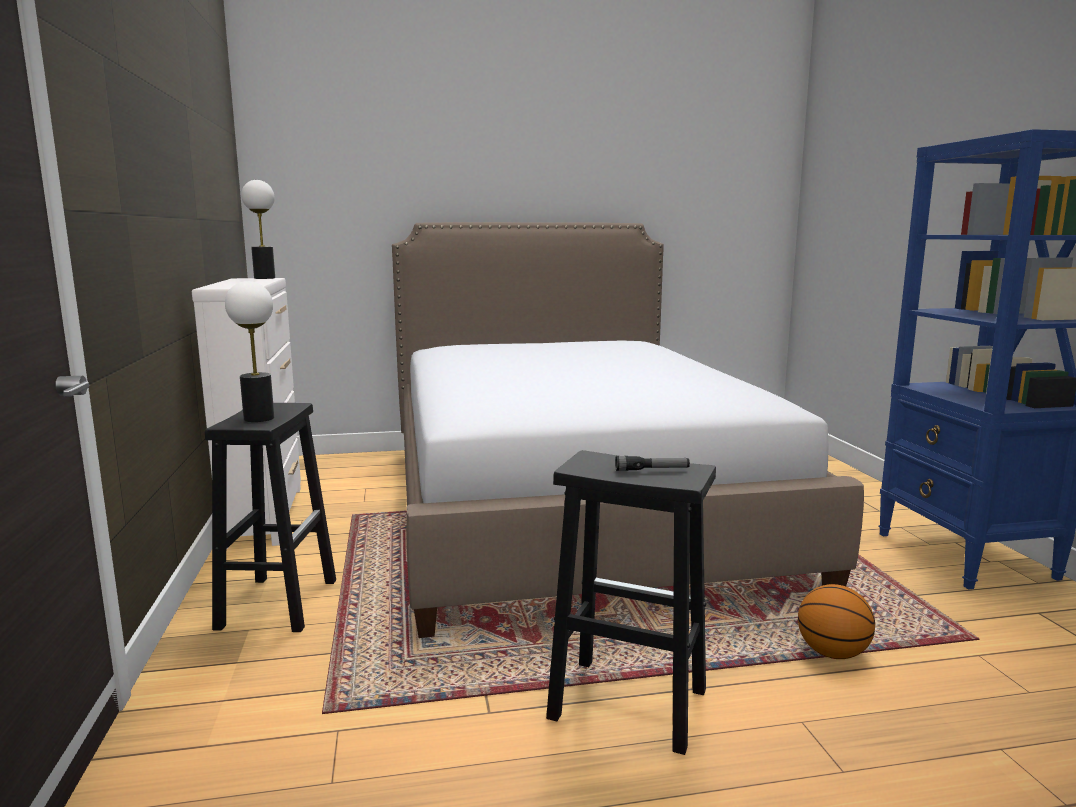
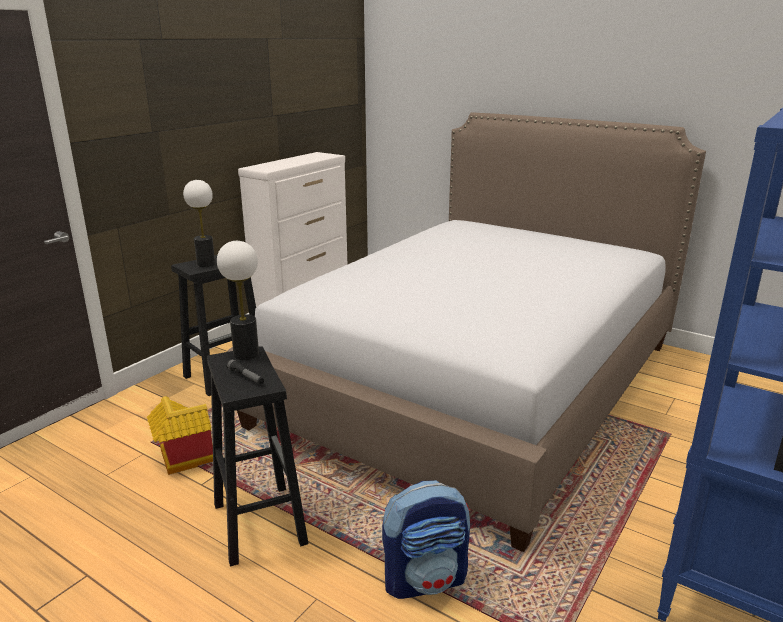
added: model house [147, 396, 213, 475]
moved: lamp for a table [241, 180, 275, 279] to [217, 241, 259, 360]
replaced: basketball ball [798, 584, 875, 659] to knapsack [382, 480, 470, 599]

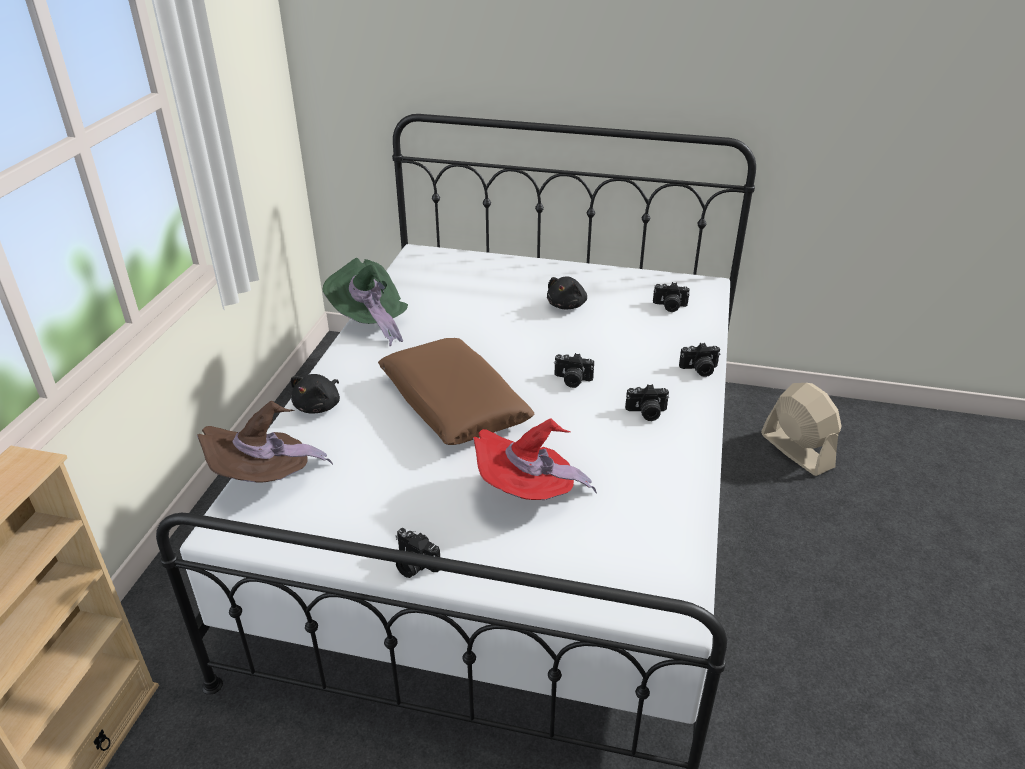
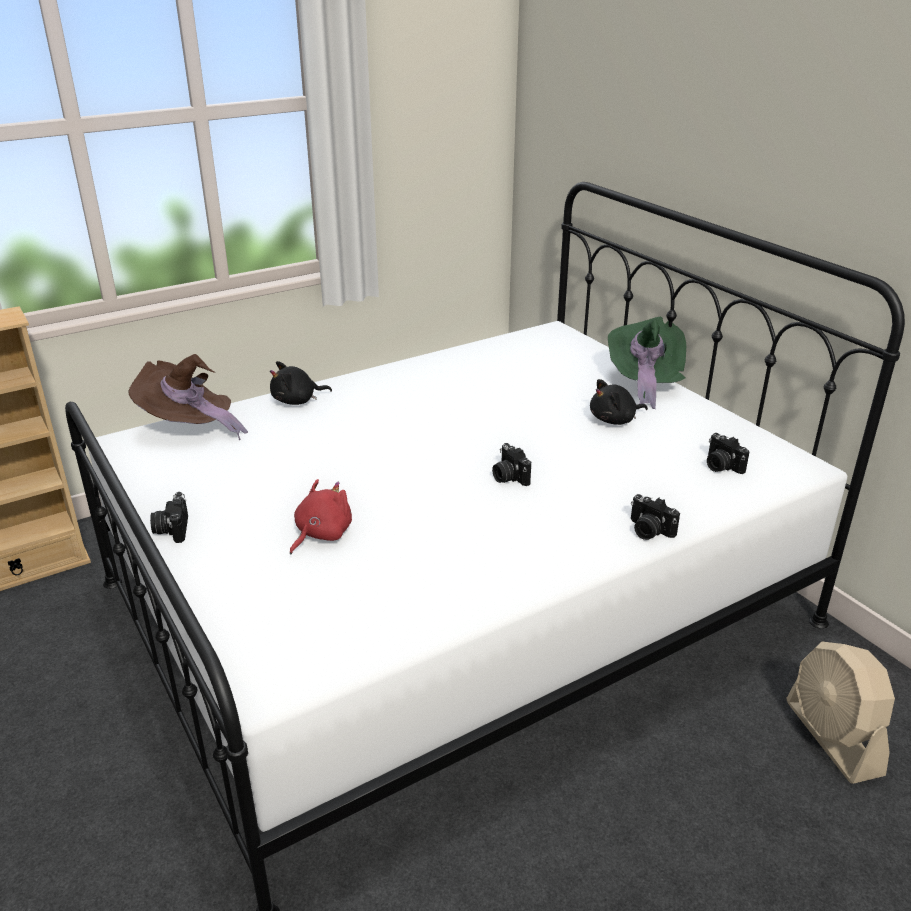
removed: throw pillow (brownish) [378, 338, 534, 445]; photo camera [625, 384, 669, 421]
moved: clothing hat (green) [323, 258, 408, 346] to [608, 317, 686, 409]
replaced: clothing hat (red) [473, 419, 597, 500] to plush toy (red) [290, 479, 352, 554]
turned: cooling fan (sand-coloured) [761, 383, 842, 476] = [786, 642, 895, 784] 150 degrees clockwise

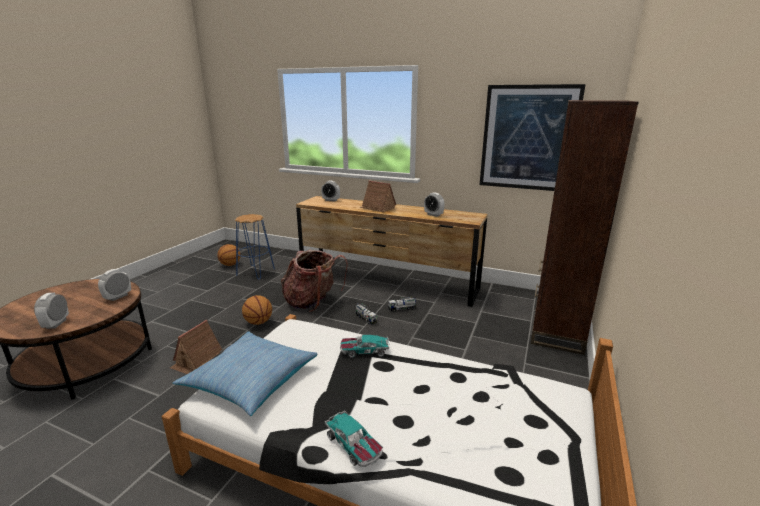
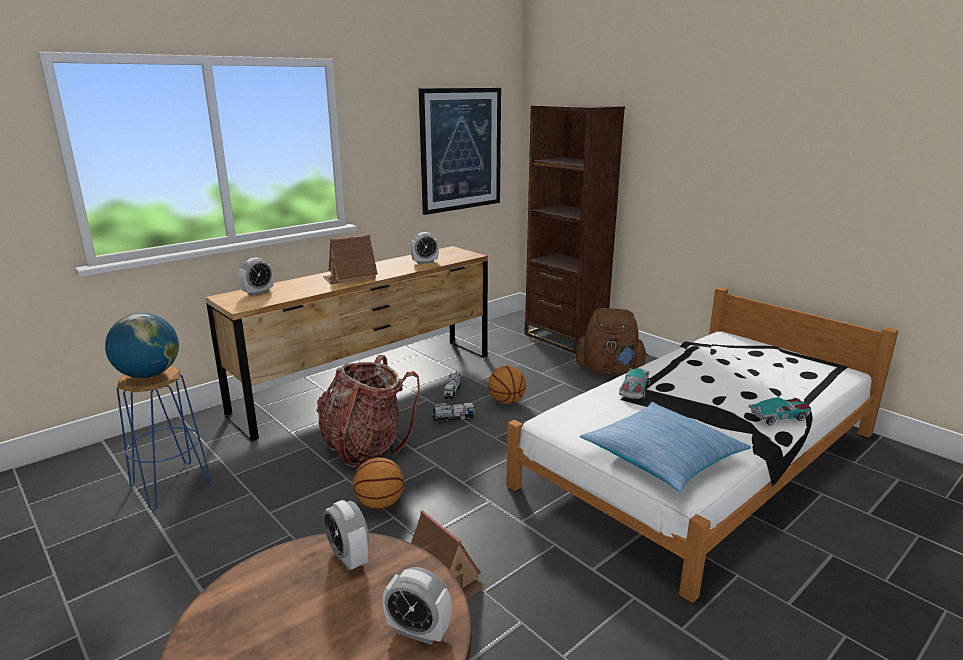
added: knapsack (brownish) [576, 308, 648, 375]; globe [105, 313, 179, 378]
moved: basketball ball [217, 244, 241, 266] to [488, 366, 526, 404]

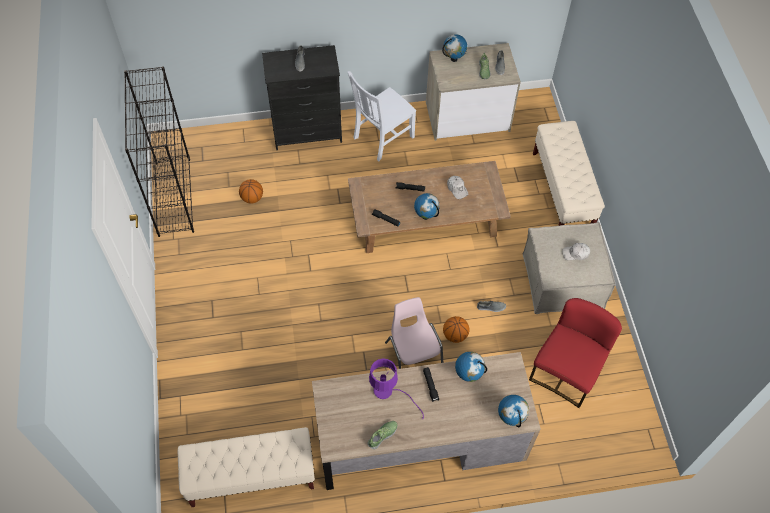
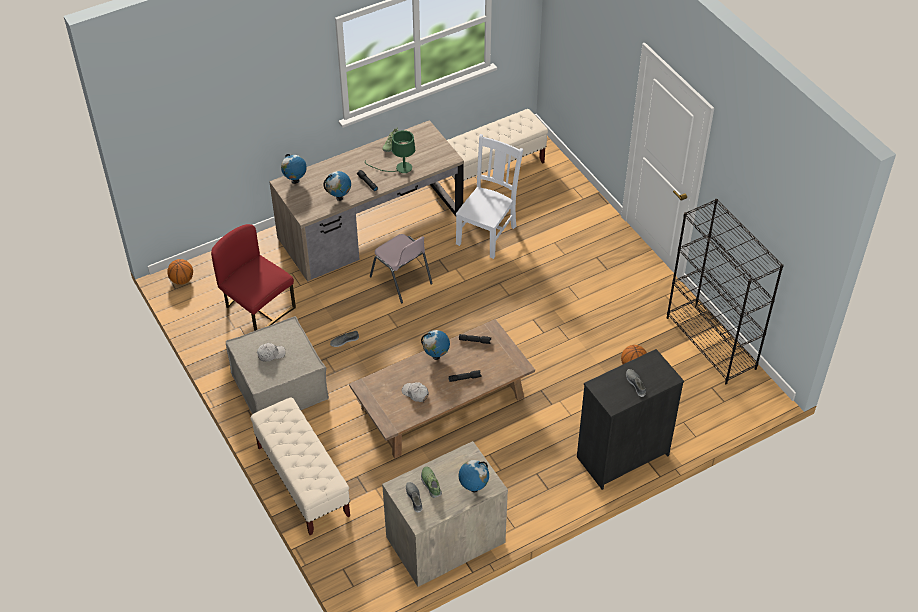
moved: chair (white-coloured) [348, 71, 416, 161] to [456, 134, 523, 259]; basketball ball [443, 316, 469, 343] to [167, 259, 193, 285]
recoloured: lamp for a table (purplish) [369, 359, 424, 420] to lamp for a table (green) [365, 130, 415, 173]
turned: chair (red) [529, 298, 622, 408] = [211, 224, 296, 331] 120 degrees clockwise

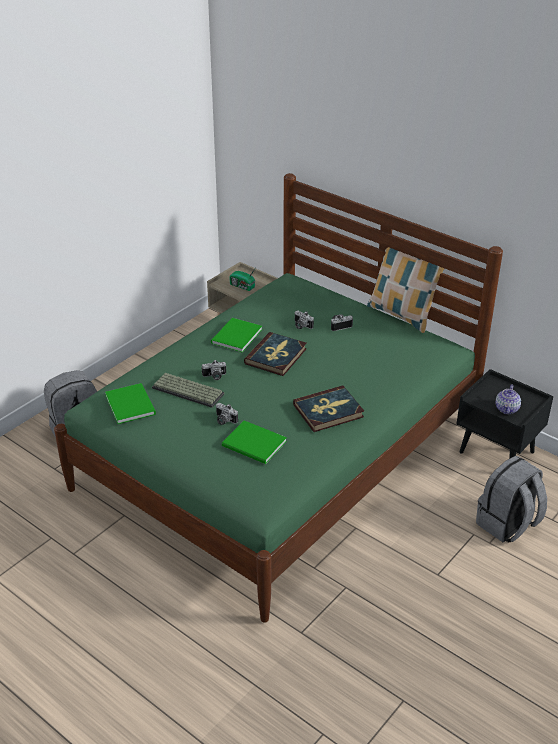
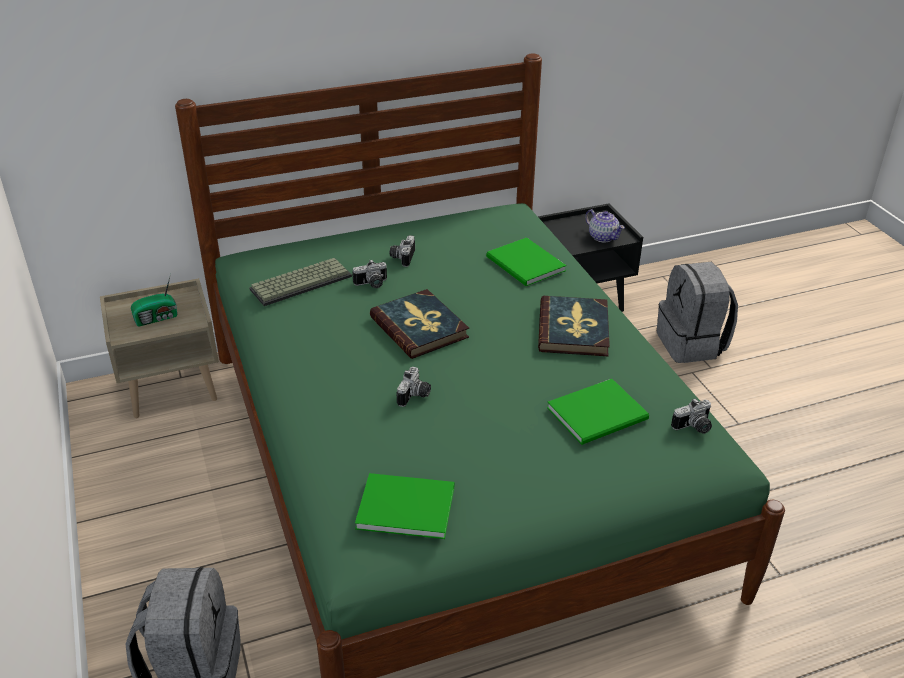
removed: throw pillow [367, 247, 445, 333]
moved: bound book (green) [211, 318, 262, 352] to [486, 238, 566, 286]; PC keyboard [152, 373, 224, 408] to [249, 258, 352, 306]; photo camera [216, 403, 238, 425] to [671, 398, 712, 434]

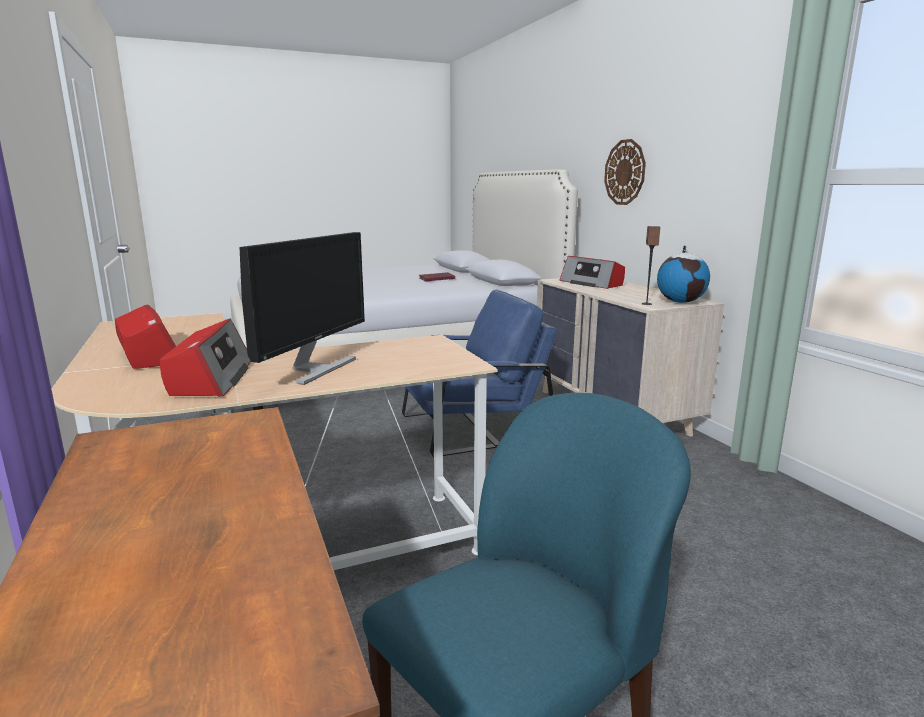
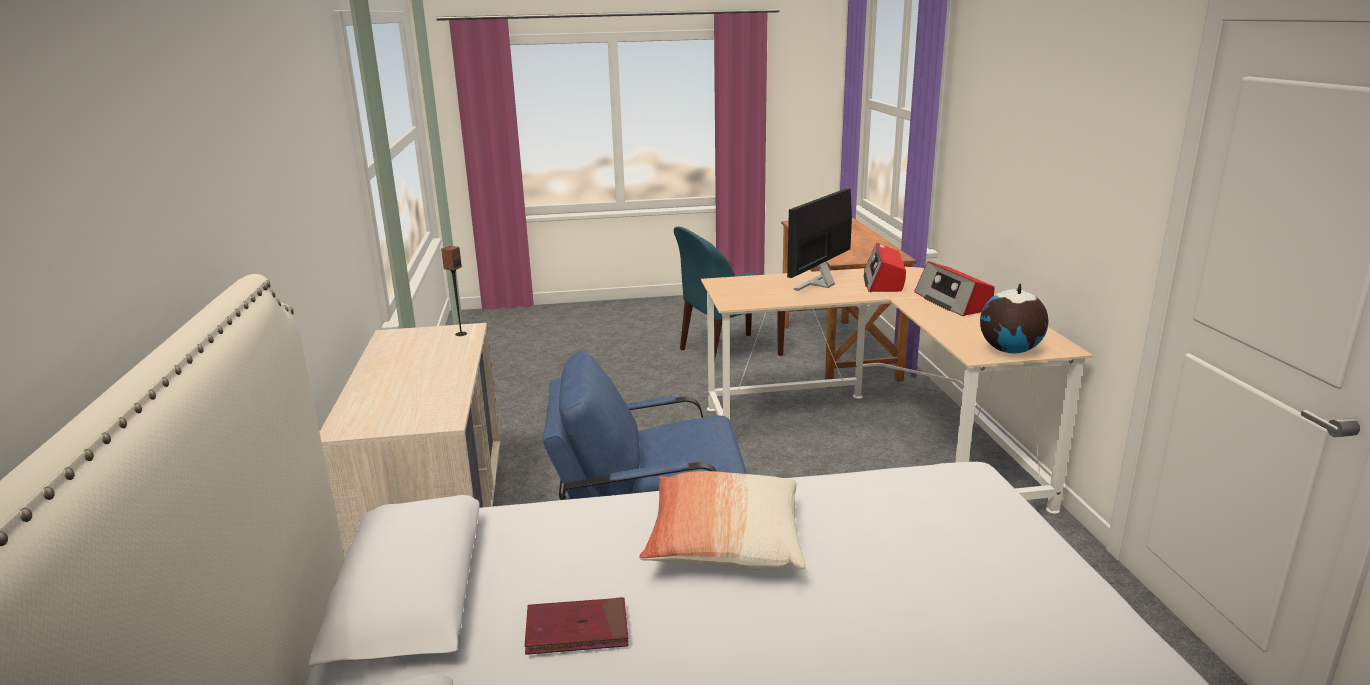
removed: clock on the wall [604, 139, 646, 205]; radio [560, 256, 625, 289]
added: throw pillow [639, 471, 805, 570]
moved: globe [657, 245, 710, 303] to [980, 283, 1049, 353]

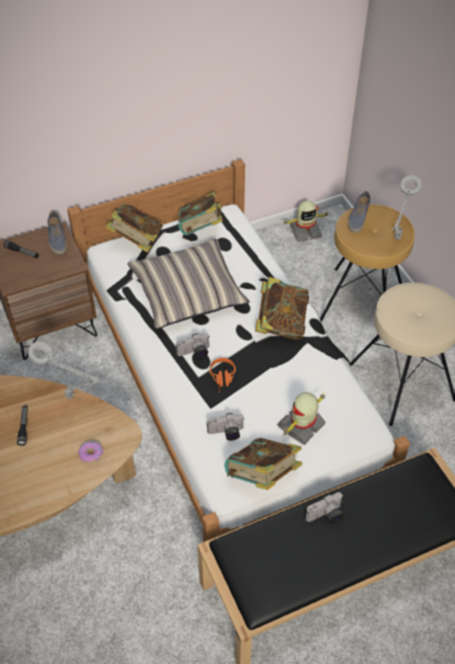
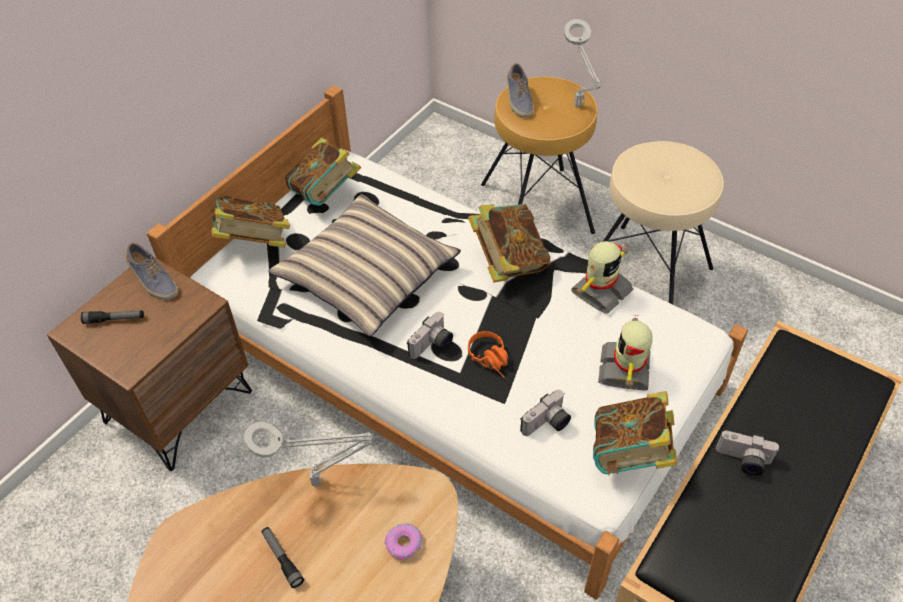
moved: robot figure [282, 201, 328, 242] to [571, 241, 633, 314]
turned: photo camera [305, 492, 344, 524] = [716, 431, 779, 476] 75 degrees clockwise

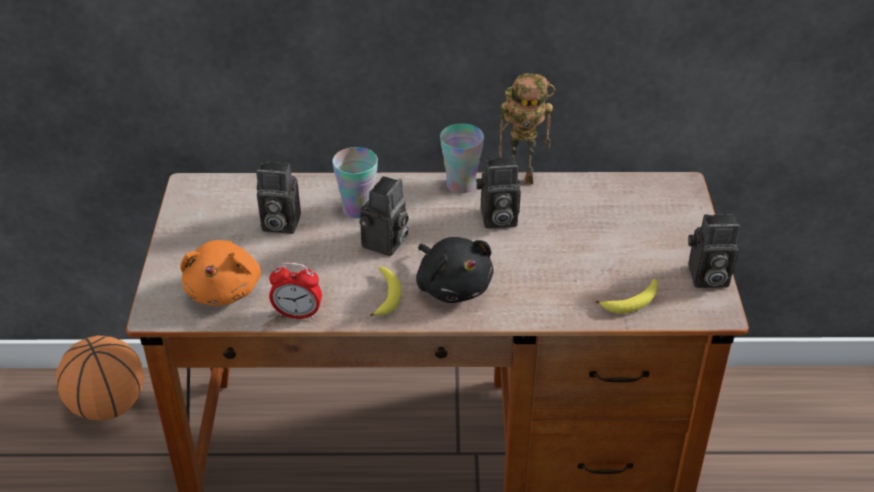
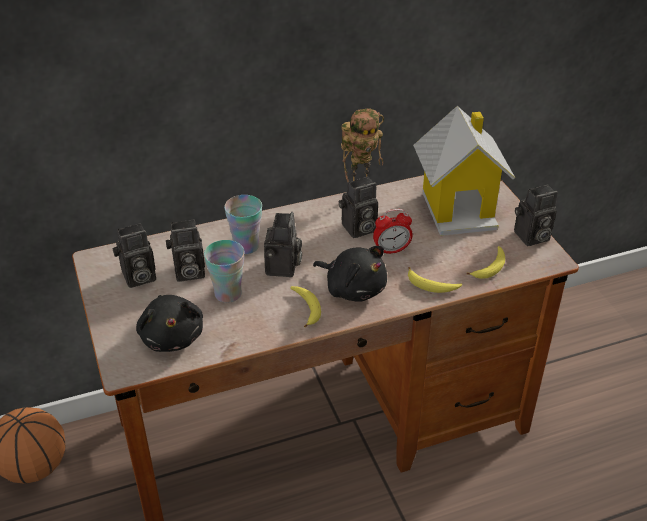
added: model house [413, 106, 515, 236]; photo camera [112, 223, 156, 288]; banana fruit [408, 267, 462, 293]
moved: cup [440, 124, 484, 194] to [204, 240, 244, 303]; bedside clock [269, 262, 322, 319] to [373, 209, 413, 254]
recoloured: plush toy (orange-coloured) [180, 240, 261, 306] to plush toy (blackish) [136, 295, 203, 352]

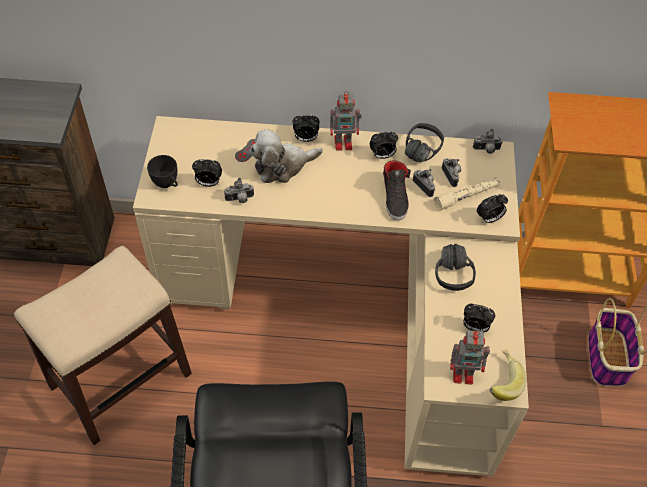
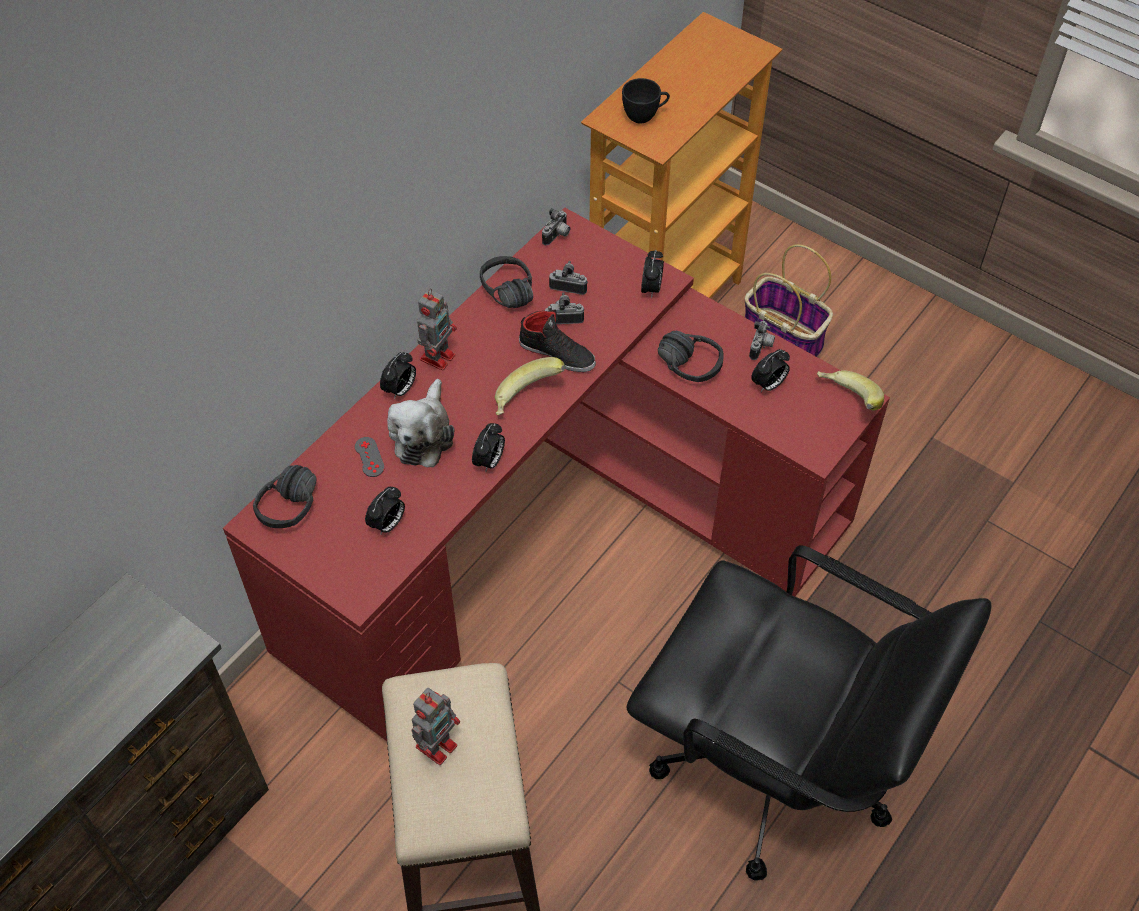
removed: torch (sand-coloured) [435, 177, 500, 210]
added: banana fruit [495, 357, 565, 415]; pair of headphones (blackish) [253, 465, 317, 528]
moved: bedside clock [370, 131, 398, 159] to [472, 423, 505, 471]; cup (blackish) [147, 155, 178, 188] to [622, 78, 670, 123]; photo camera [224, 178, 254, 203] to [749, 321, 775, 360]; robot figure [450, 330, 490, 385] to [412, 688, 460, 765]
recoloured: desk table (sand-coloured) [133, 116, 529, 476] to desk table (red) [223, 208, 890, 741]

